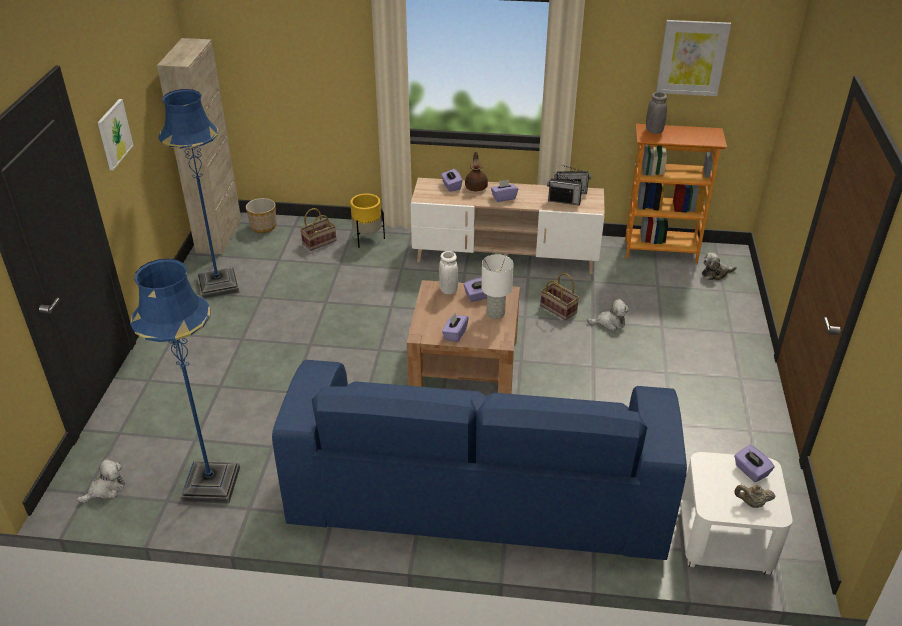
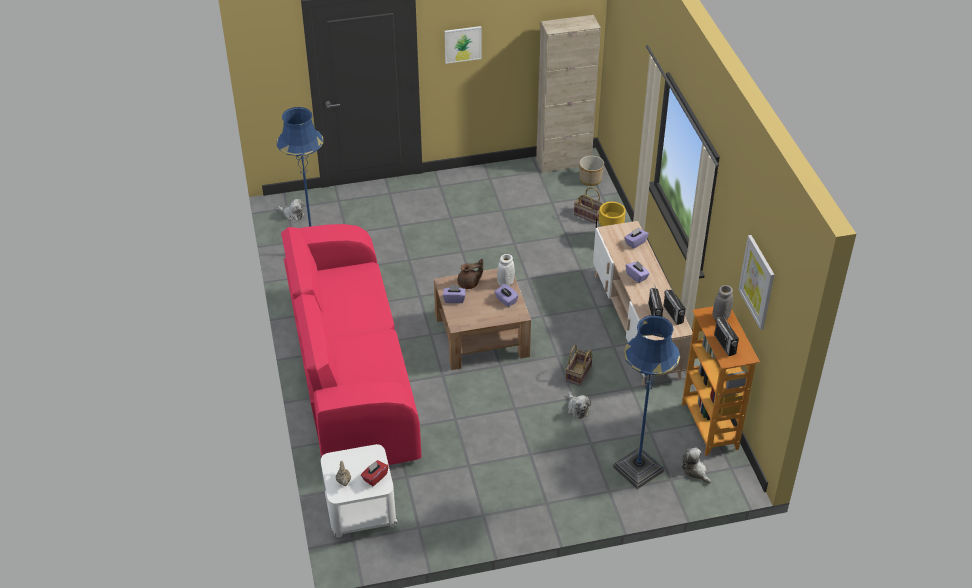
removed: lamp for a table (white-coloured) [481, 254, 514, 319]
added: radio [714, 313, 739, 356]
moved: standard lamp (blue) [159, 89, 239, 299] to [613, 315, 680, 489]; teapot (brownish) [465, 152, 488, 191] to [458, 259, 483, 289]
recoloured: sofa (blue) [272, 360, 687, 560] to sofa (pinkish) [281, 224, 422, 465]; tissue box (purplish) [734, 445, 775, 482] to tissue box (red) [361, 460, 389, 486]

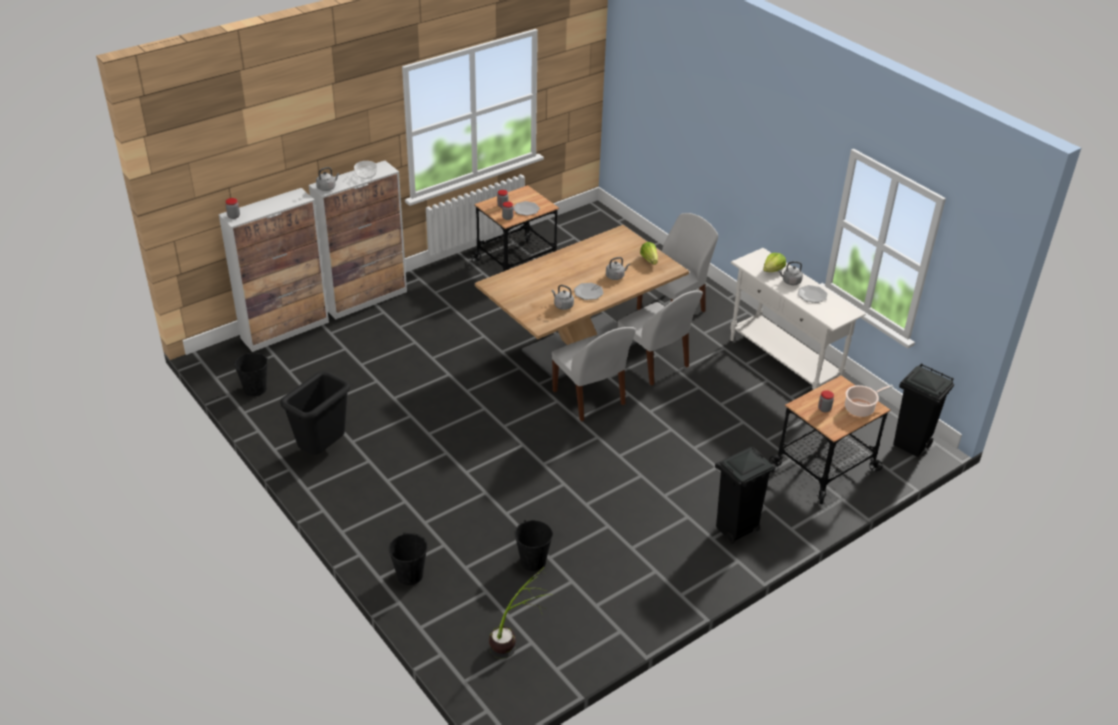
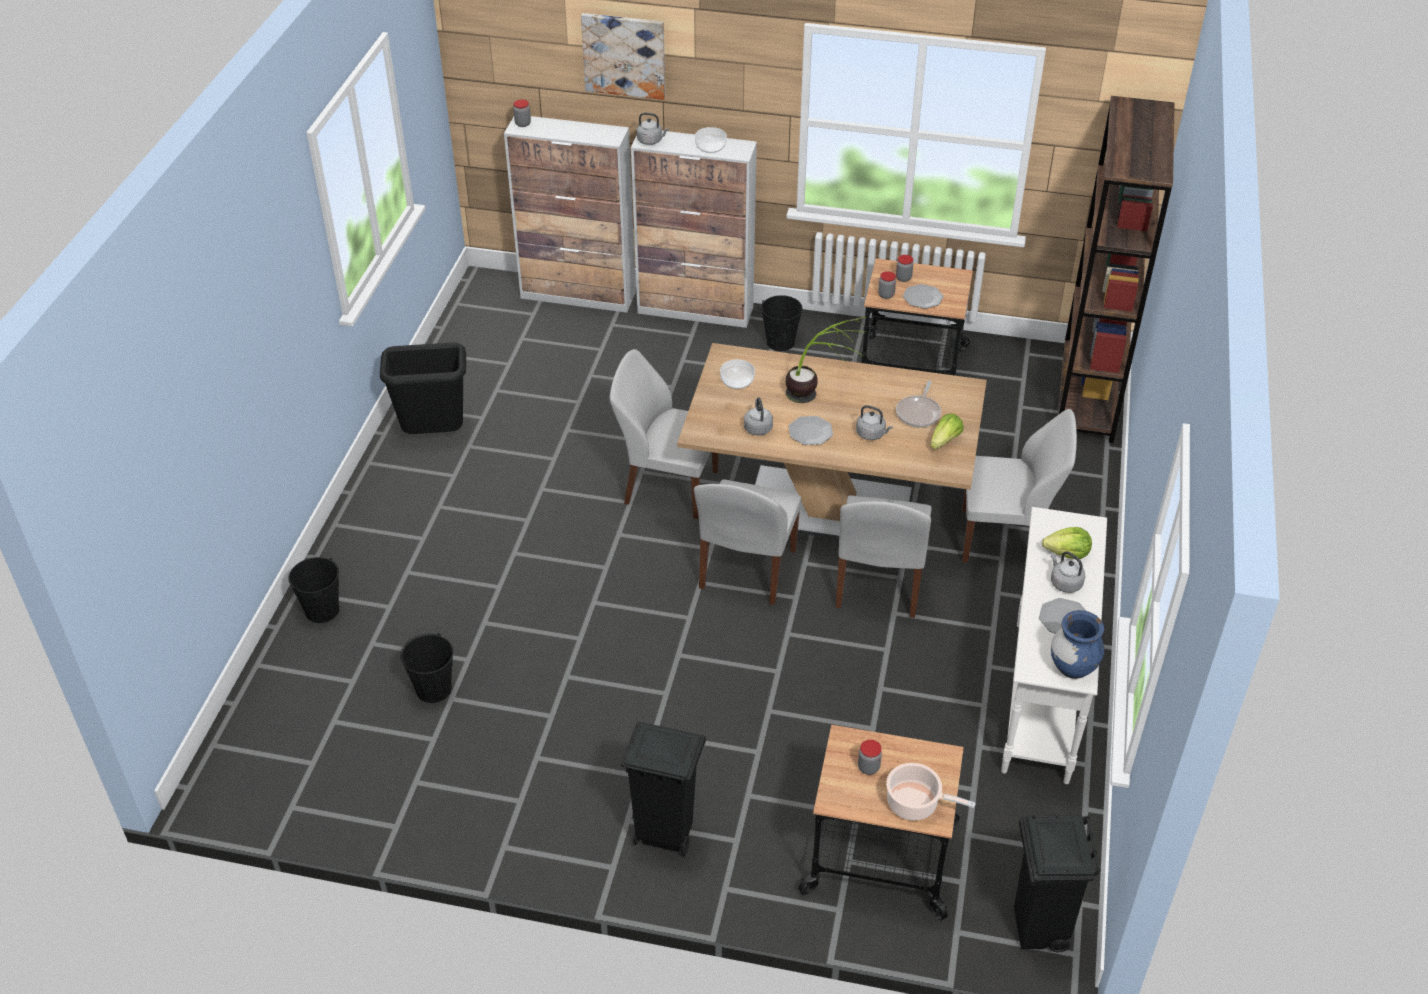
added: wall art [581, 13, 665, 100]; shelving unit (brownish) [1058, 96, 1175, 443]; chair (white-coloured) [610, 349, 719, 519]; deep dish [720, 359, 755, 389]; pan [896, 380, 941, 427]; flower vase (blue) [1051, 610, 1104, 679]
moved: water bucket (blackish) [234, 353, 268, 396] to [761, 295, 802, 351]; potted plant [489, 567, 547, 659] to [786, 316, 868, 403]

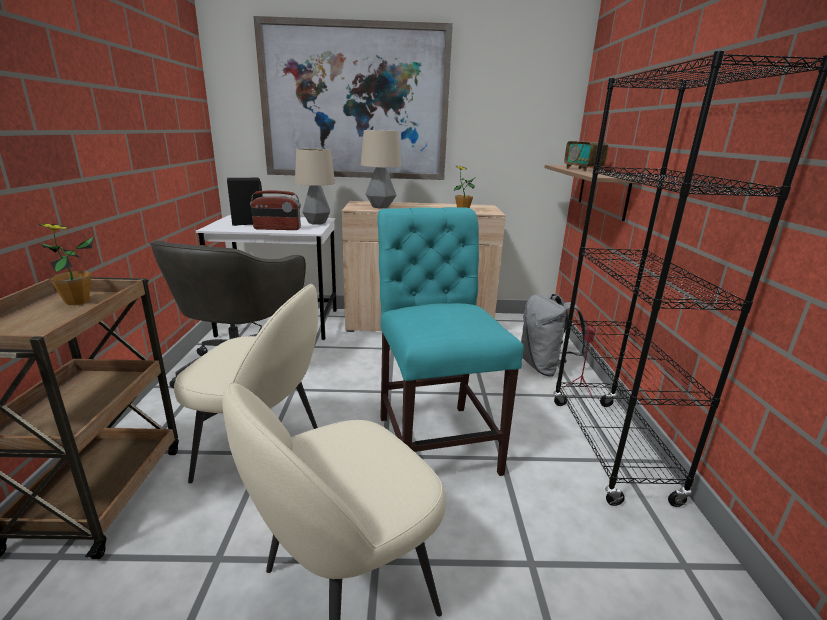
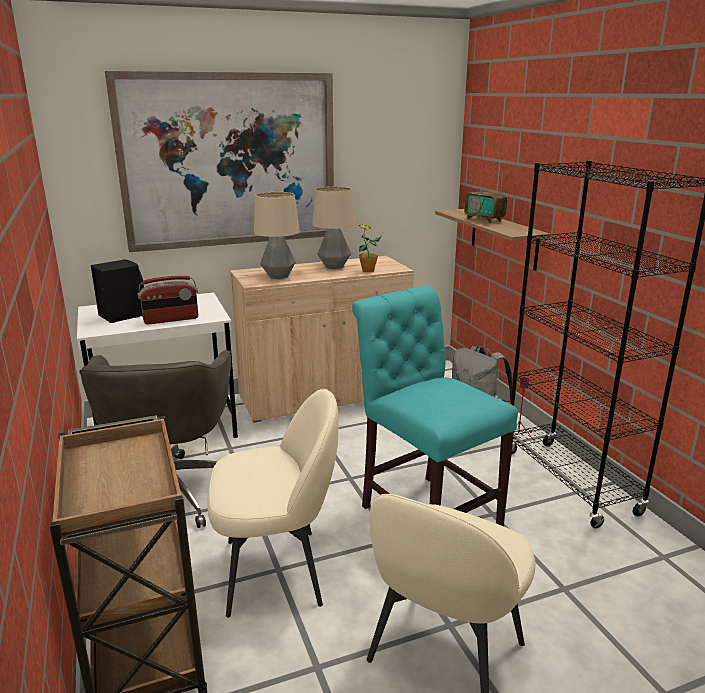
removed: potted plant [39, 223, 94, 305]
moved: lamp for a table [295, 149, 335, 224] to [312, 186, 356, 269]

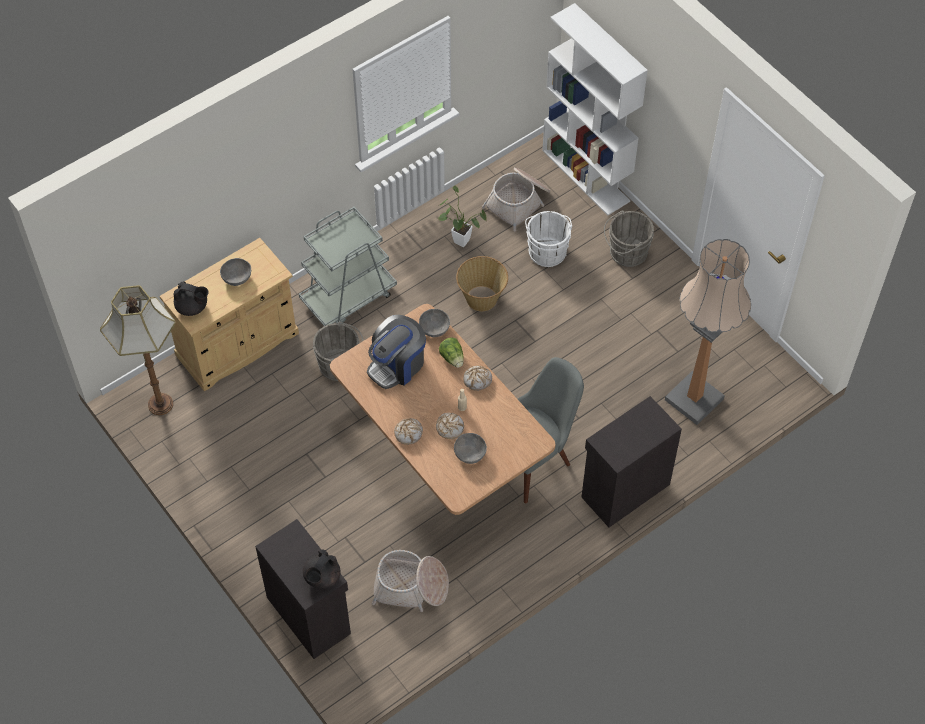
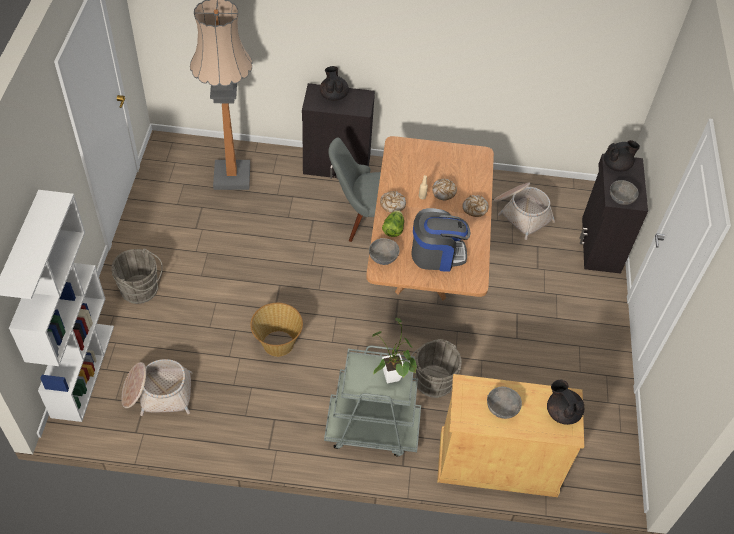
removed: water bucket (white-coloured) [525, 211, 572, 267]; standard lamp [100, 285, 176, 415]
added: teapot (blackish) [320, 66, 349, 101]
moved: potted plant [438, 186, 486, 248] to [372, 317, 417, 383]; deep dish (greyish) [454, 433, 487, 464] to [610, 180, 639, 205]

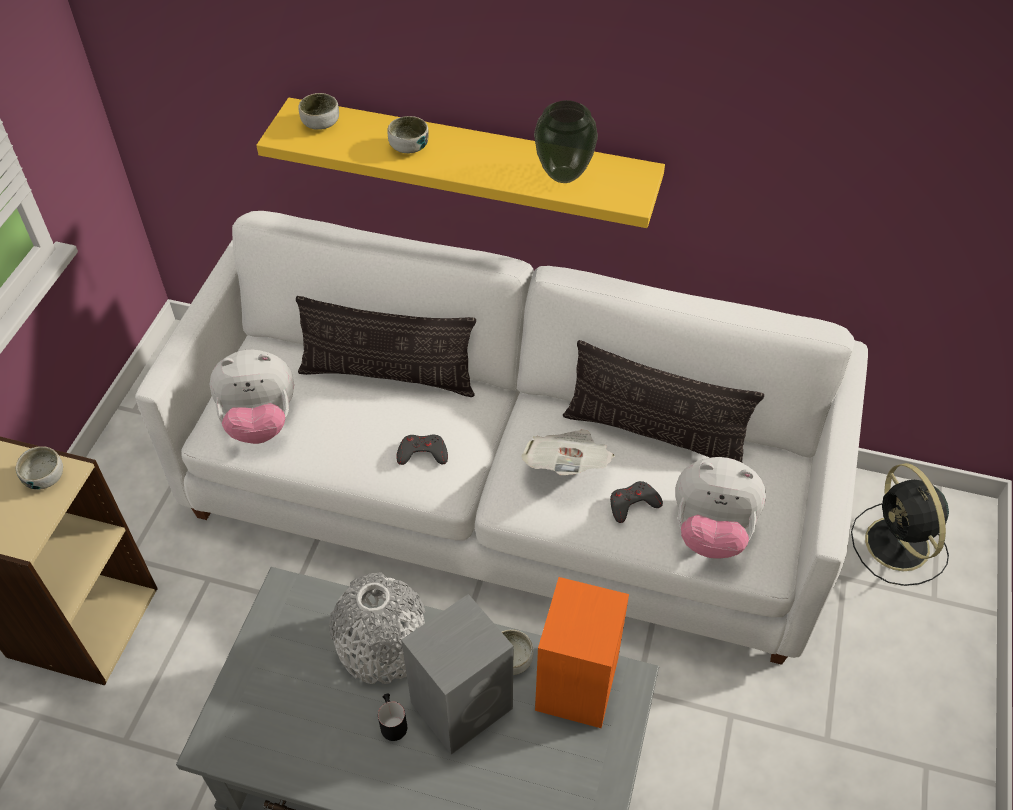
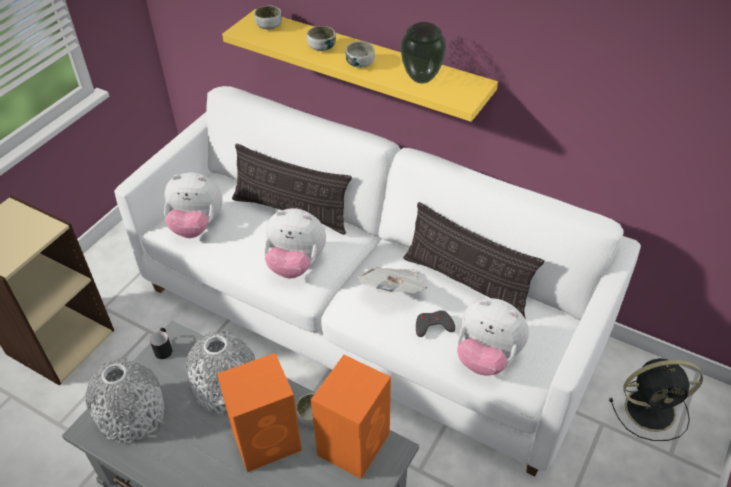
added: flower vase (greyish) [85, 358, 165, 444]
moved: deep dish [16, 446, 63, 490] to [345, 41, 375, 68]; tea mug (blackish) [378, 694, 407, 741] to [150, 328, 172, 359]
replaced: joypad (greyish) [396, 434, 448, 465] to plush toy [264, 208, 326, 278]
recoloured: audio speaker (greyish) [401, 594, 514, 755] to audio speaker (orange-coloured) [217, 353, 302, 472]
turned: cooling fan (blackish) [851, 463, 949, 586] = [609, 358, 703, 441] 90 degrees counterclockwise

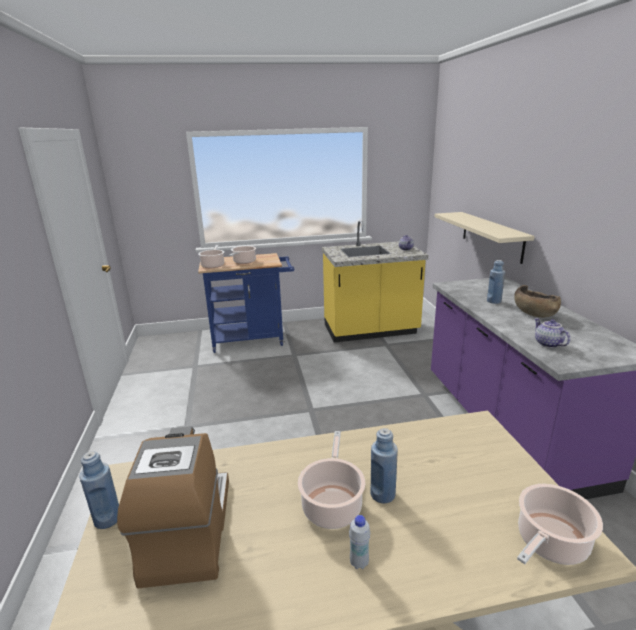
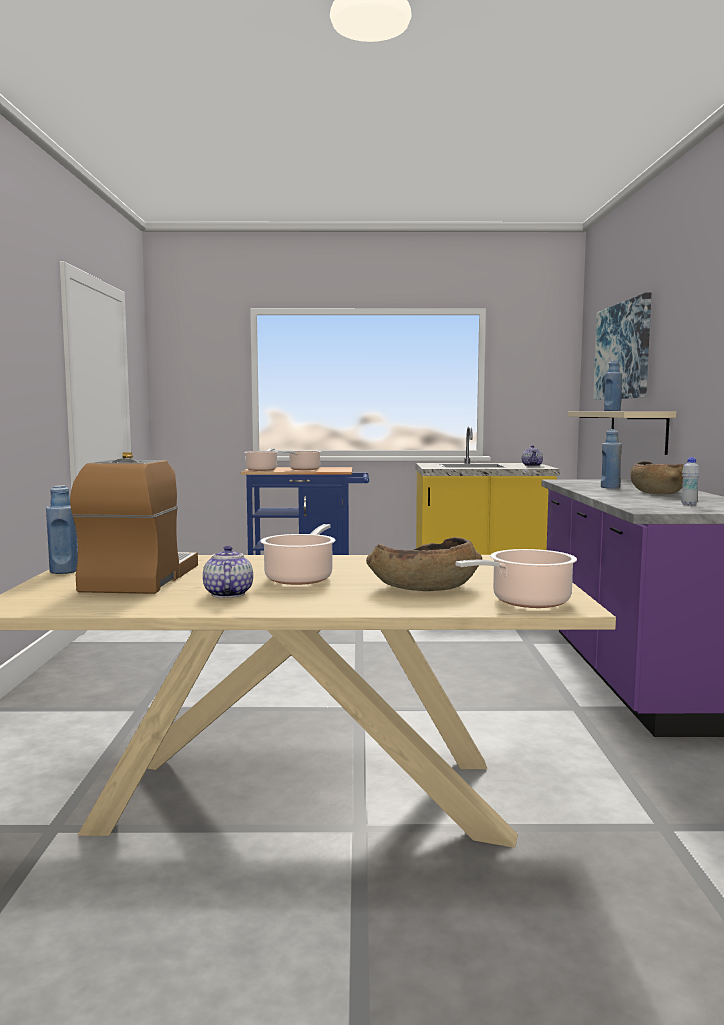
added: wall art [593, 292, 651, 400]; deep dish (brownish) [366, 537, 482, 591]
moved: teapot [534, 318, 570, 348] to [203, 546, 253, 598]; drink bottle (blue) [371, 428, 398, 503] to [604, 361, 622, 411]; drink bottle (white-coloured) [349, 515, 370, 569] to [681, 457, 700, 505]

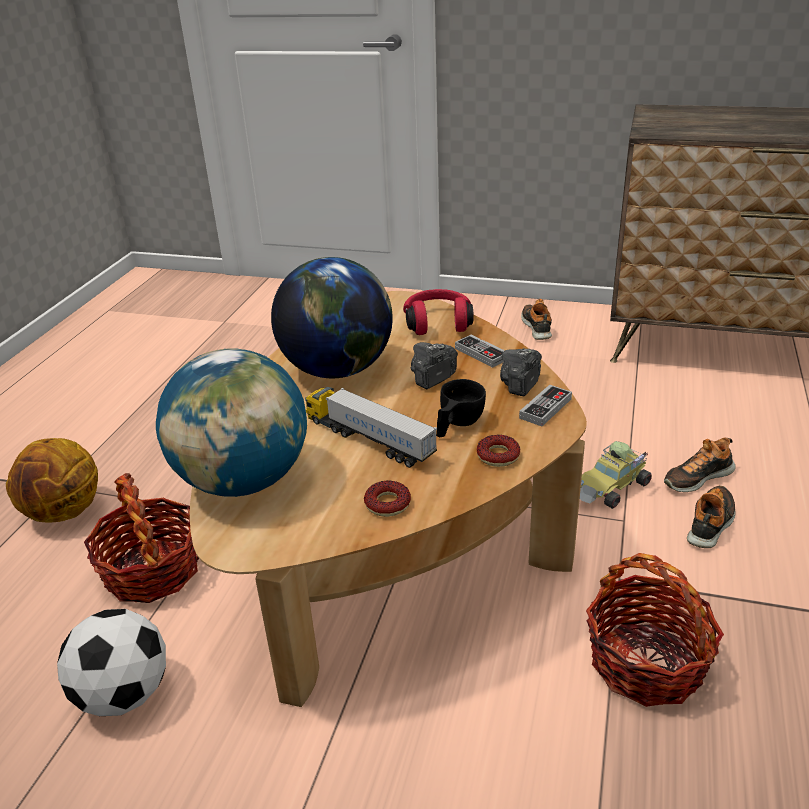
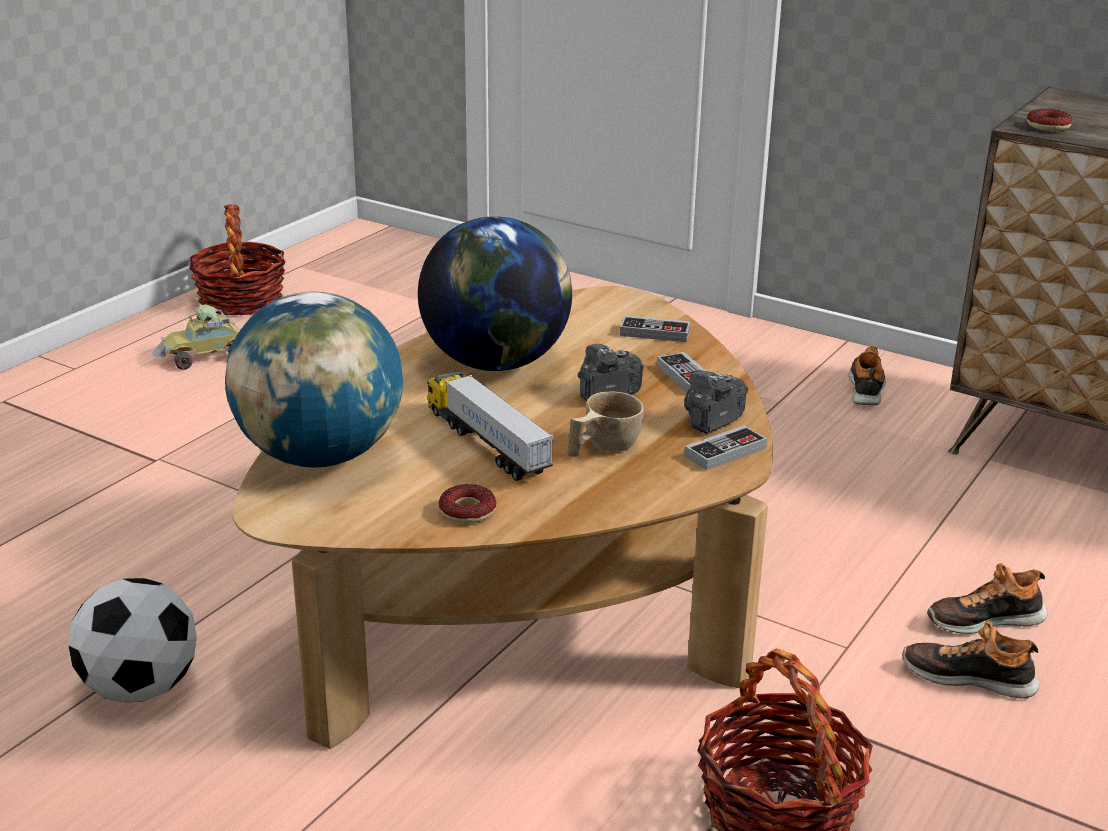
removed: basketball ball [6, 438, 98, 523]
moved: donut [477, 435, 520, 467] to [1027, 109, 1072, 131]; miniature car [580, 441, 652, 509] to [152, 304, 240, 370]; household basket [84, 473, 199, 603] to [189, 204, 286, 315]
replaced: pair of headphones (red) [403, 289, 473, 335] to joypad [620, 315, 690, 342]
recoloured: cup (blackish) [436, 379, 486, 437] to cup (sand-coloured) [567, 392, 644, 457]
turned: low shoe [687, 485, 735, 548] = [902, 621, 1039, 699] 120 degrees counterclockwise

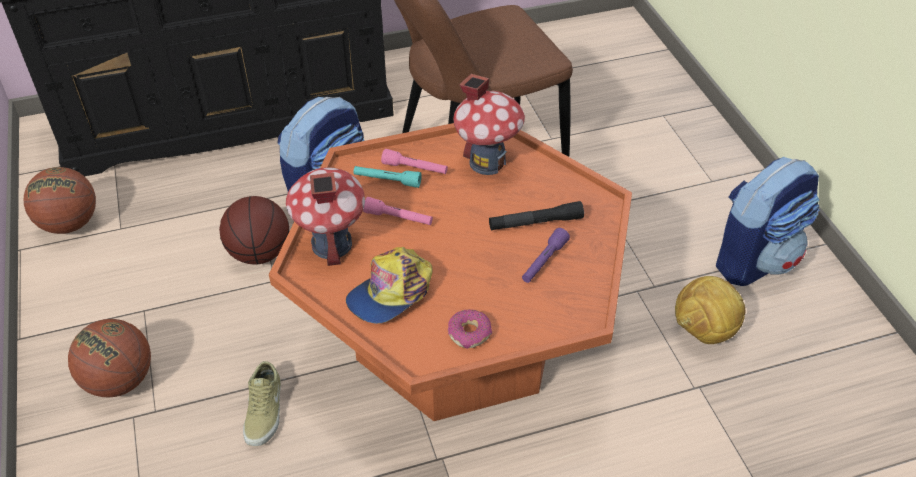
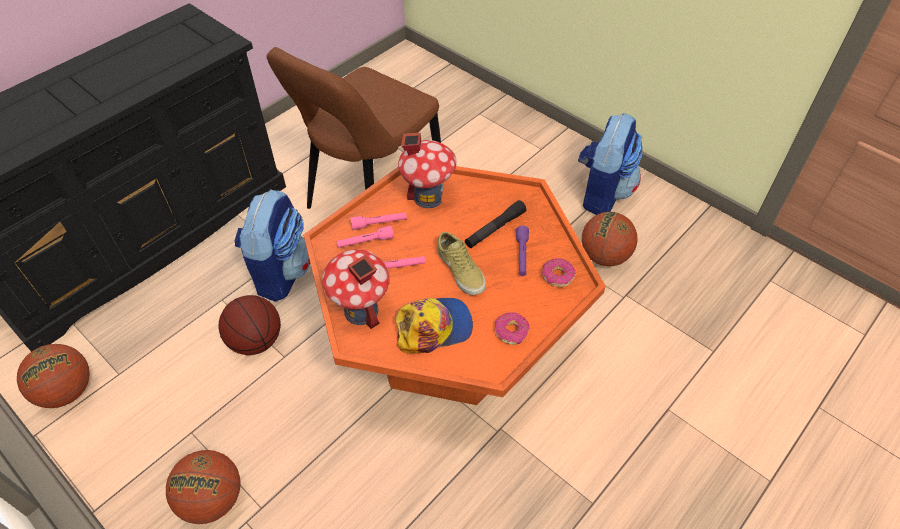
added: donut [542, 258, 576, 287]
moved: low shoe (sand-coloured) [243, 361, 281, 446] to [437, 232, 486, 295]
replaced: football [675, 276, 745, 344] to basketball ball [582, 212, 638, 266]
recoloured: torch (blue-green) [354, 166, 422, 188] to torch (pinkish) [336, 225, 394, 248]
turned: baseball cap [346, 247, 432, 324] = [395, 298, 473, 353] 120 degrees counterclockwise

